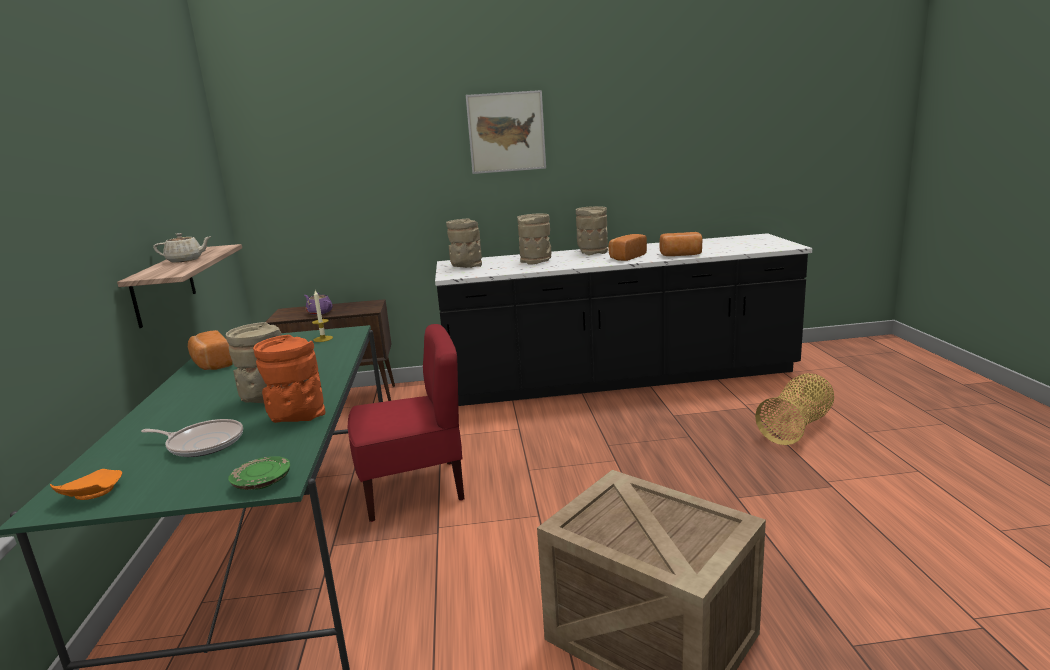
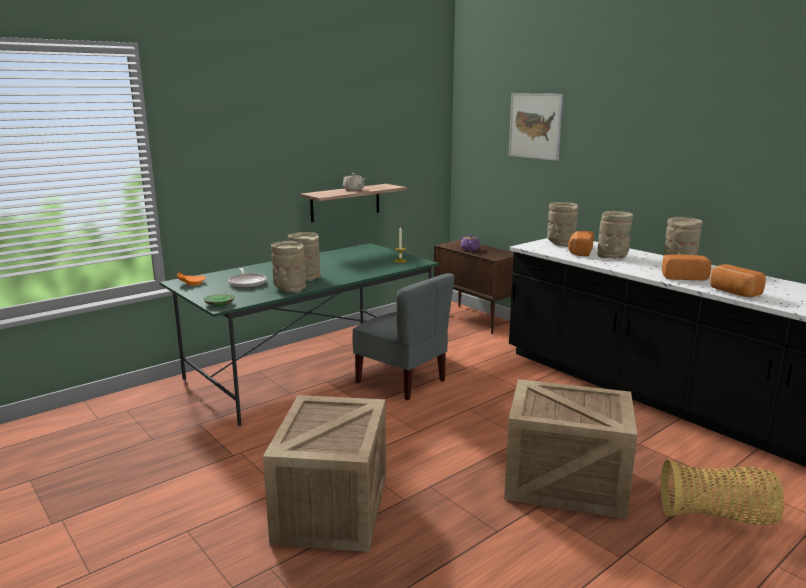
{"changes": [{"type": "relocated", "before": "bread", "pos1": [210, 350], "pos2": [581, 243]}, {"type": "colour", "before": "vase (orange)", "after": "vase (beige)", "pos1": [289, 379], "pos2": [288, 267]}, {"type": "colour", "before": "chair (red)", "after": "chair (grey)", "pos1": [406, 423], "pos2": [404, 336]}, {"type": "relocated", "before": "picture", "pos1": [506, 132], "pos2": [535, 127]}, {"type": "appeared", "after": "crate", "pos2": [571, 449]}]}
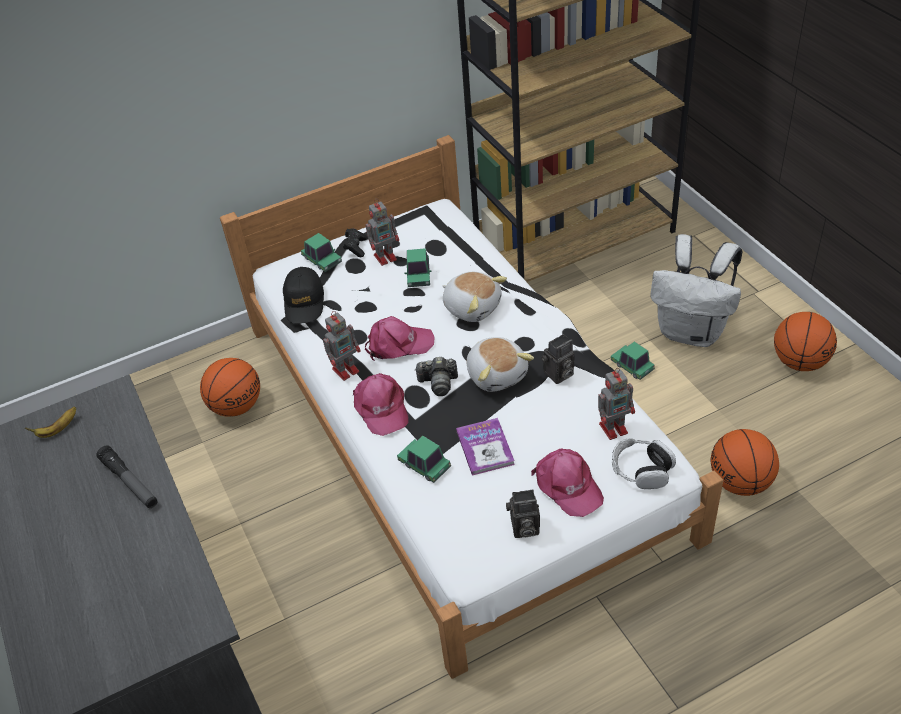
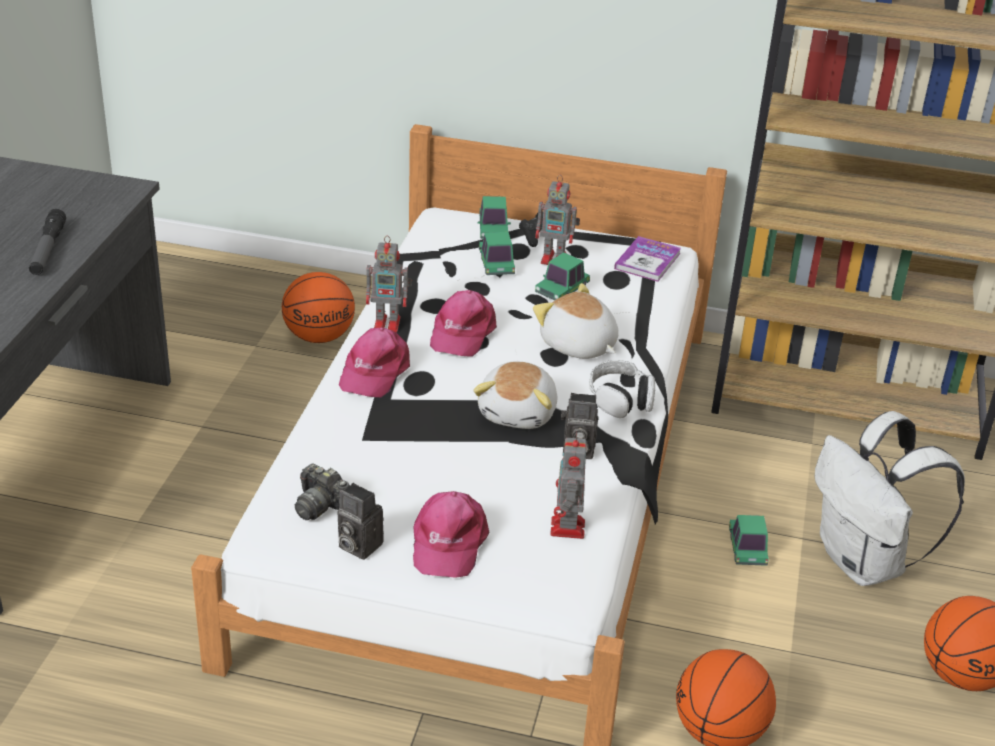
{"changes": [{"type": "missing", "before": "banana", "pos1": [50, 422]}, {"type": "missing", "before": "cap (black)", "pos1": [303, 295]}, {"type": "spun", "before": "cap (pink)", "pos1": [400, 338], "pos2": [463, 323], "turn": 75}, {"type": "relocated", "before": "toy car", "pos1": [424, 459], "pos2": [497, 253]}, {"type": "relocated", "before": "photo camera", "pos1": [436, 376], "pos2": [322, 492]}, {"type": "spun", "before": "plush toy", "pos1": [475, 297], "pos2": [576, 321], "turn": 150}, {"type": "relocated", "before": "book", "pos1": [485, 447], "pos2": [647, 259]}, {"type": "spun", "before": "toy robot", "pos1": [616, 404], "pos2": [568, 485], "turn": 75}, {"type": "relocated", "before": "headphones", "pos1": [644, 463], "pos2": [622, 389]}]}
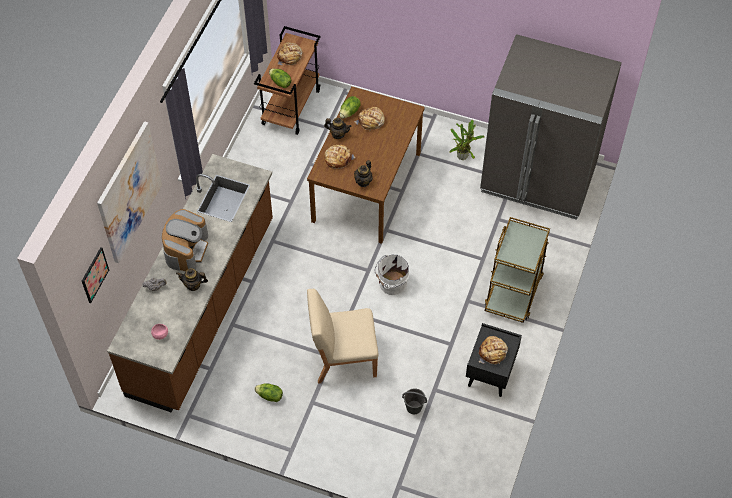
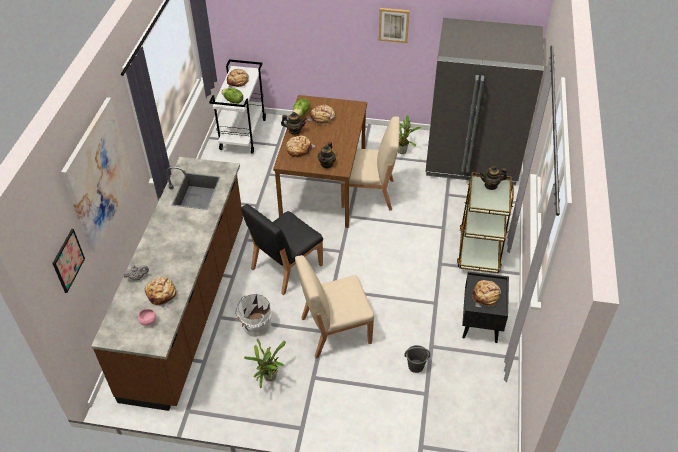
{"changes": [{"type": "missing", "before": "coffee machine", "pos1": [185, 240]}, {"type": "relocated", "before": "teapot", "pos1": [192, 279], "pos2": [493, 178]}, {"type": "colour", "before": "cart (brown)", "after": "cart (white)", "pos1": [287, 80], "pos2": [237, 106]}, {"type": "exchanged", "before": "lettuce", "after": "potted plant", "pos1": [268, 392], "pos2": [265, 363]}, {"type": "relocated", "before": "bucket (white)", "pos1": [392, 275], "pos2": [253, 315]}, {"type": "appeared", "after": "bread", "pos2": [161, 292]}, {"type": "appeared", "after": "chair (black)", "pos2": [282, 249]}, {"type": "appeared", "after": "chair (beige)", "pos2": [370, 164]}, {"type": "appeared", "after": "picture", "pos2": [394, 25]}]}
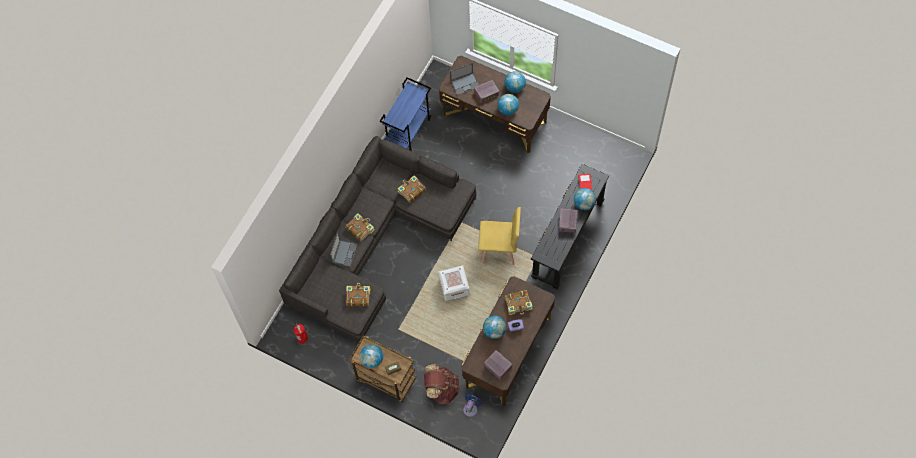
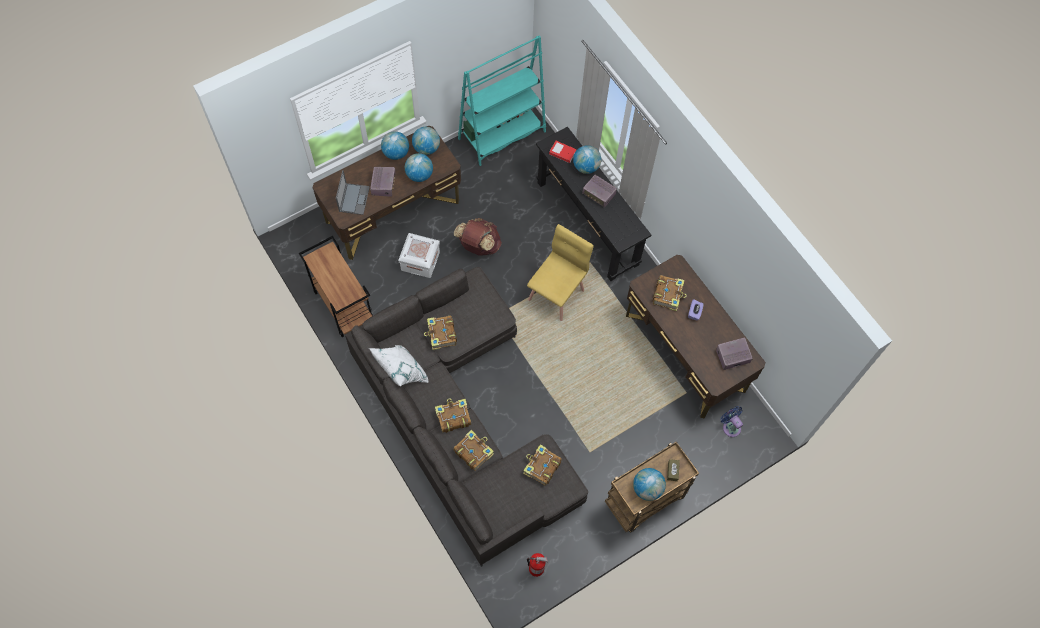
{"changes": [{"type": "exchanged", "before": "laptop", "after": "book", "pos1": [344, 249], "pos2": [473, 450]}, {"type": "colour", "before": "cart (blue)", "after": "cart (brown)", "pos1": [405, 114], "pos2": [336, 286]}, {"type": "relocated", "before": "backpack (brown)", "pos1": [442, 384], "pos2": [478, 237]}, {"type": "relocated", "before": "storage box (white)", "pos1": [454, 283], "pos2": [419, 255]}, {"type": "relocated", "before": "globe", "pos1": [494, 327], "pos2": [426, 141]}, {"type": "appeared", "after": "pillow (white)", "pos2": [399, 366]}, {"type": "appeared", "after": "bookcase (turquoise)", "pos2": [502, 100]}]}
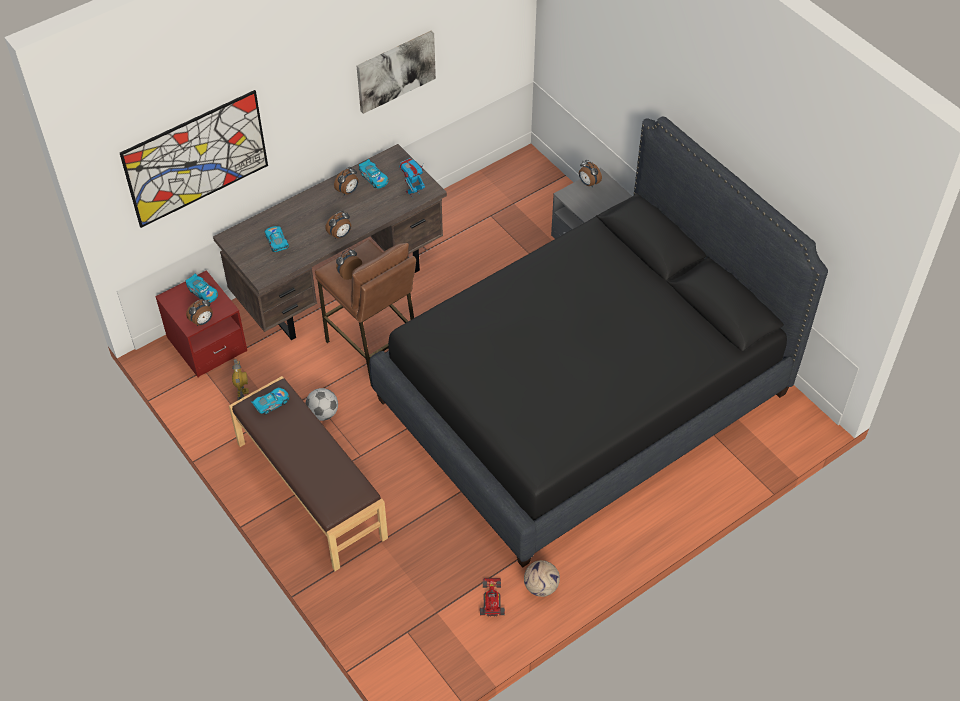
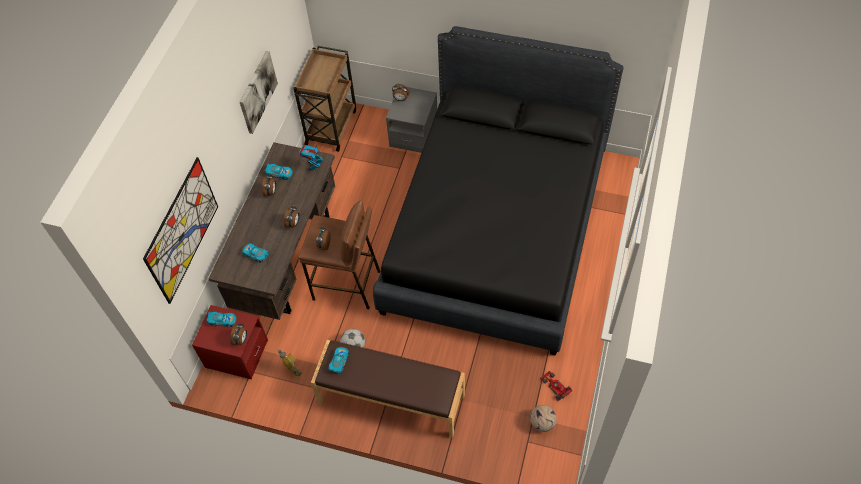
{"changes": [{"type": "relocated", "before": "football", "pos1": [542, 578], "pos2": [543, 418]}, {"type": "appeared", "after": "cart (brown)", "pos2": [324, 99]}]}
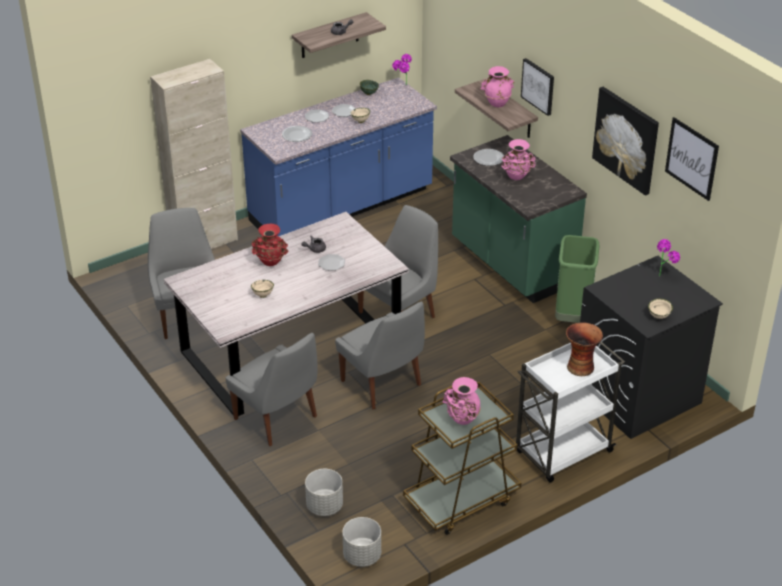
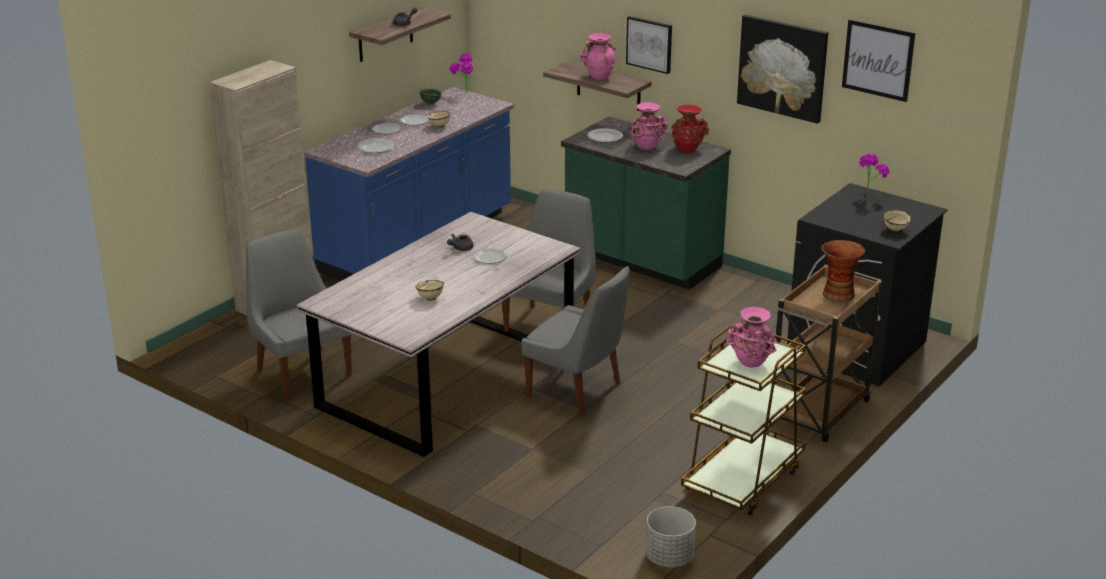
{"changes": [{"type": "missing", "before": "chair (grey)", "pos1": [271, 389]}, {"type": "relocated", "before": "vase (red)", "pos1": [270, 245], "pos2": [690, 129]}, {"type": "missing", "before": "planter (grey)", "pos1": [324, 492]}, {"type": "colour", "before": "cart (white)", "after": "cart (brown)", "pos1": [570, 412], "pos2": [829, 353]}, {"type": "missing", "before": "trash can (green)", "pos1": [577, 279]}]}
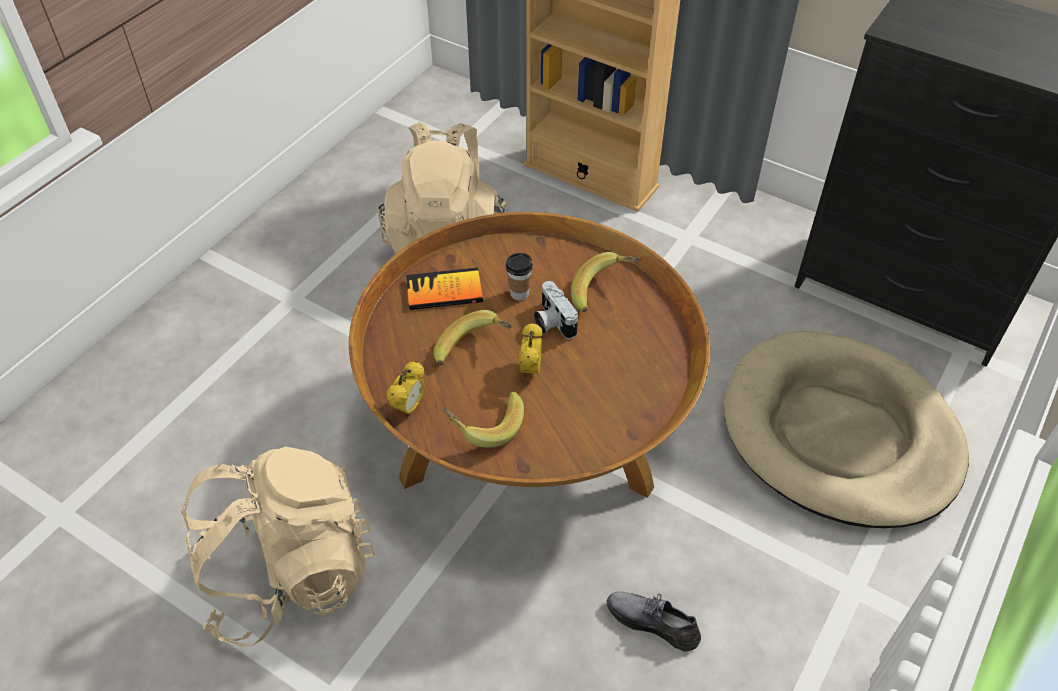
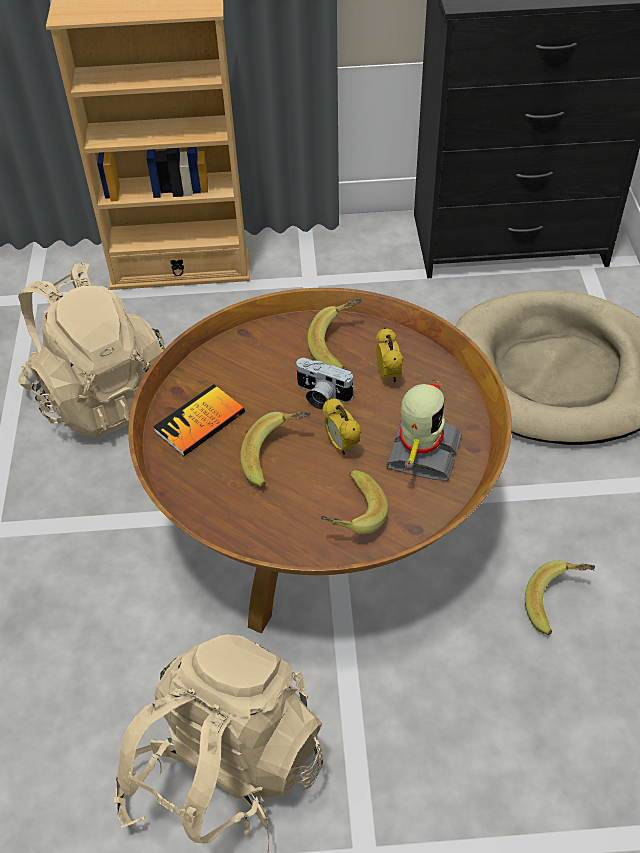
{"changes": [{"type": "relocated", "before": "alarm clock", "pos1": [405, 389], "pos2": [390, 354]}, {"type": "missing", "before": "cup", "pos1": [519, 276]}, {"type": "exchanged", "before": "shoe (grey)", "after": "banana", "pos1": [654, 622], "pos2": [560, 597]}, {"type": "appeared", "after": "toy robot", "pos2": [424, 430]}]}
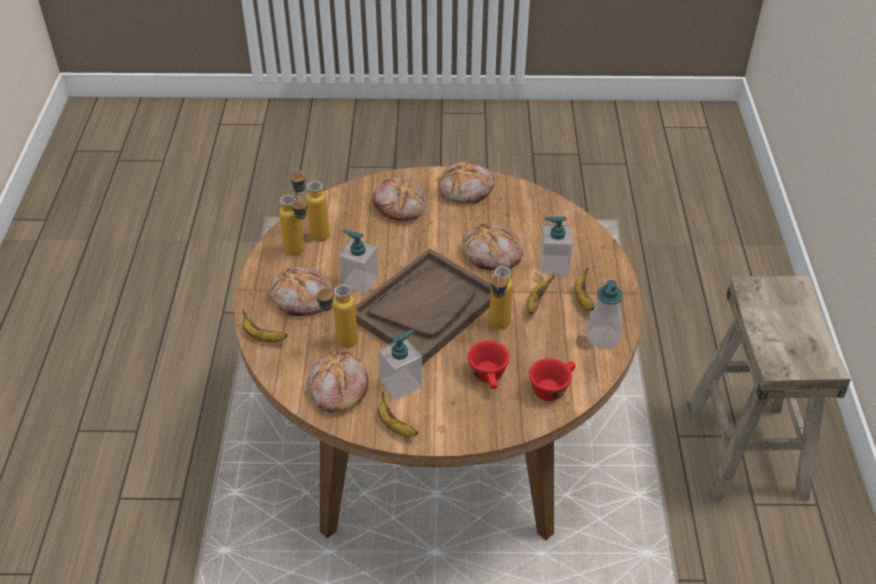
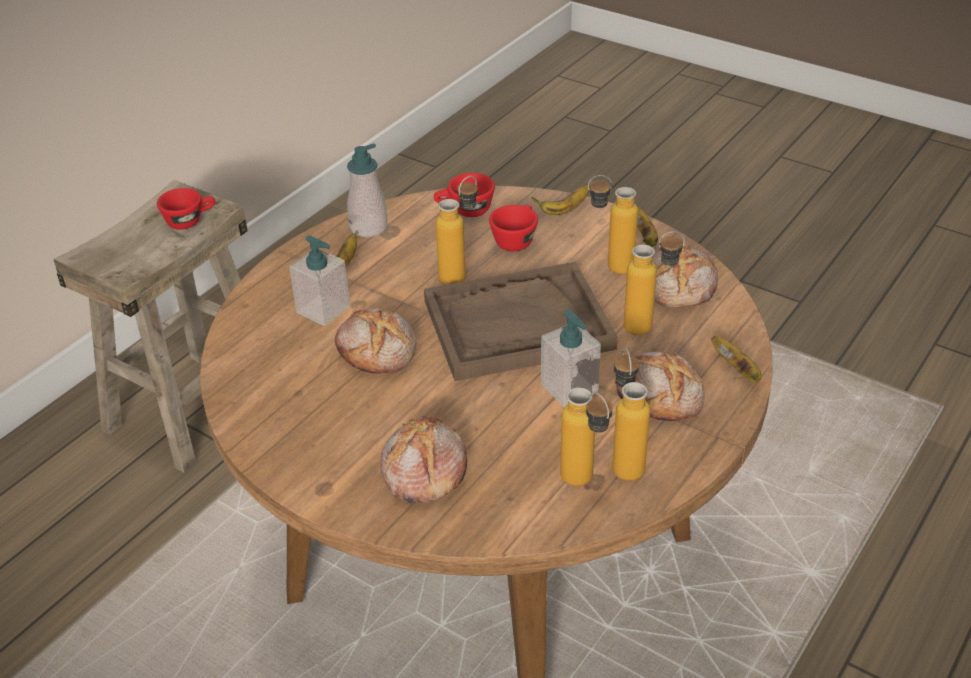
{"changes": [{"type": "exchanged", "before": "soap dispenser", "after": "bottle", "pos1": [400, 365], "pos2": [613, 224]}, {"type": "missing", "before": "bread", "pos1": [467, 183]}, {"type": "relocated", "before": "banana", "pos1": [541, 294], "pos2": [560, 199]}, {"type": "appeared", "after": "cup (red)", "pos2": [186, 209]}]}
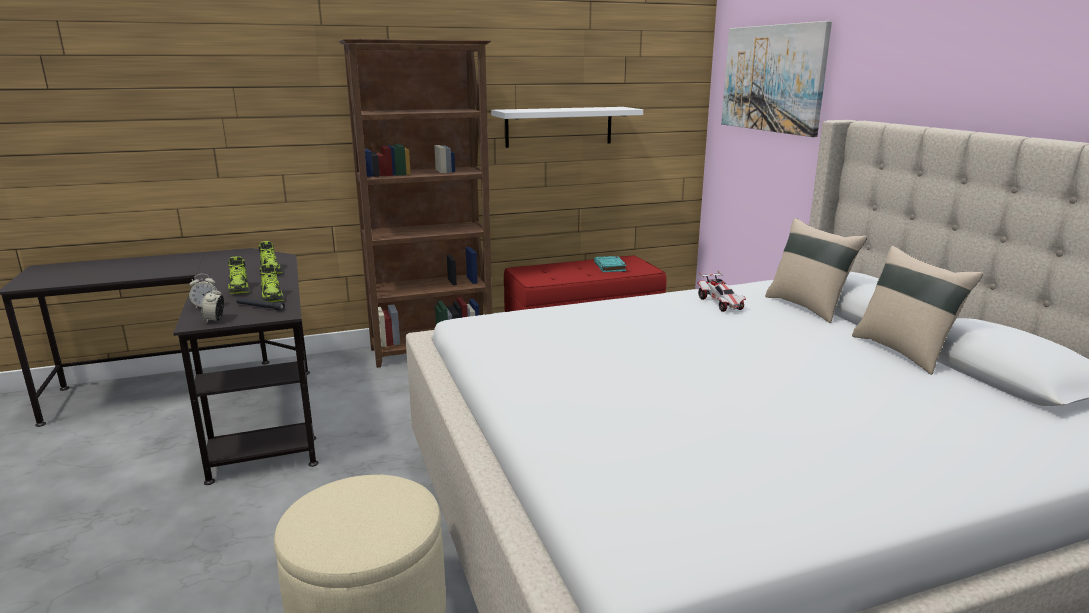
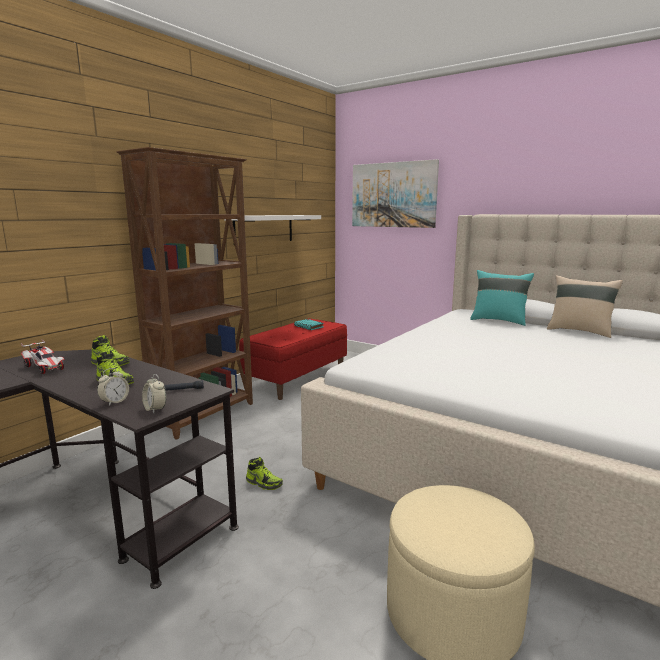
{"changes": [{"type": "relocated", "before": "shoe", "pos1": [272, 283], "pos2": [264, 473]}, {"type": "relocated", "before": "toy car", "pos1": [722, 291], "pos2": [43, 356]}, {"type": "colour", "before": "pillow (beige)", "after": "pillow (turquoise)", "pos1": [816, 270], "pos2": [502, 298]}]}
